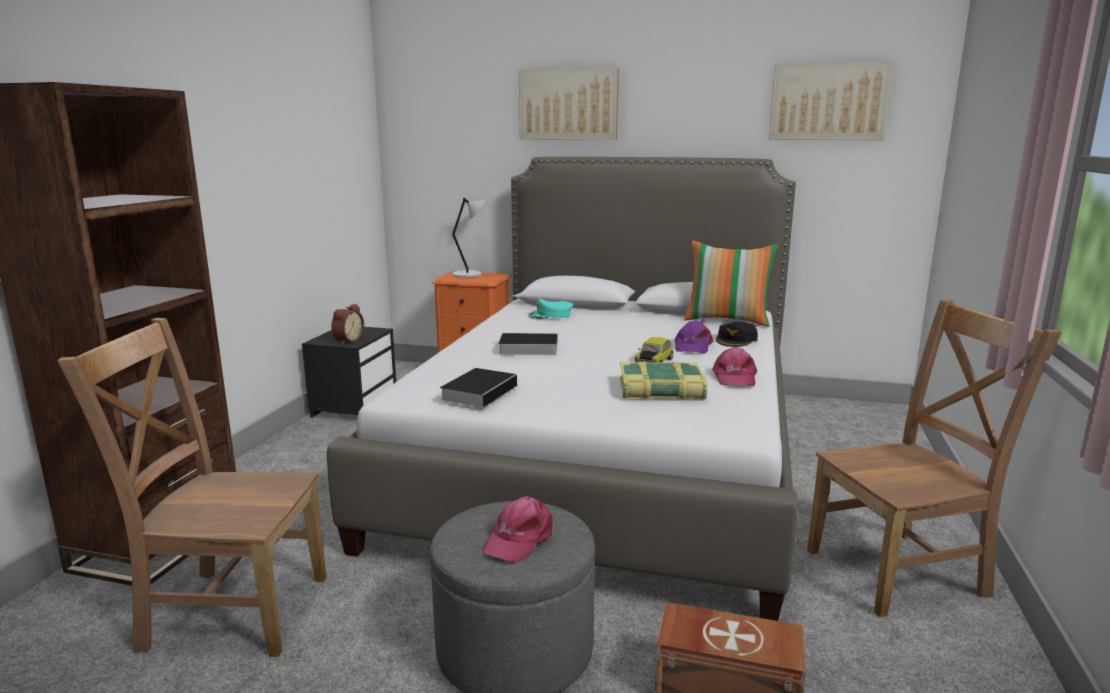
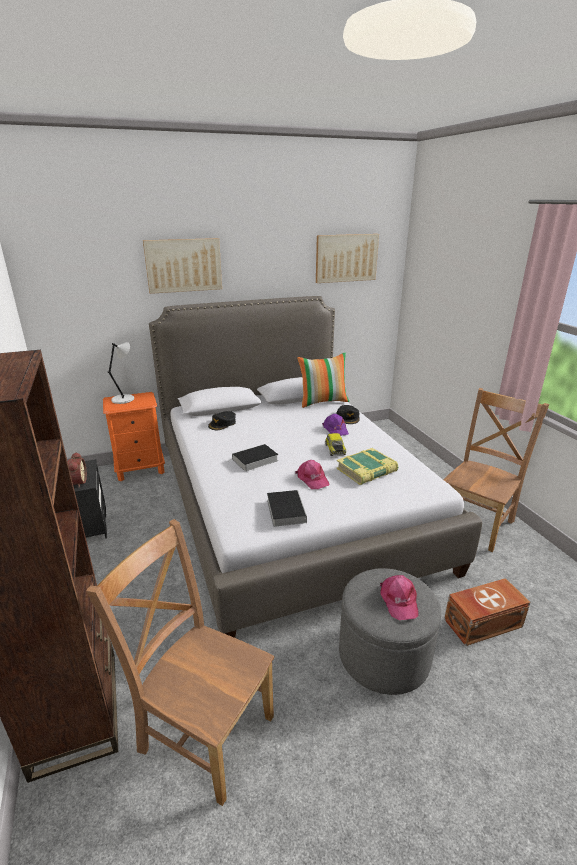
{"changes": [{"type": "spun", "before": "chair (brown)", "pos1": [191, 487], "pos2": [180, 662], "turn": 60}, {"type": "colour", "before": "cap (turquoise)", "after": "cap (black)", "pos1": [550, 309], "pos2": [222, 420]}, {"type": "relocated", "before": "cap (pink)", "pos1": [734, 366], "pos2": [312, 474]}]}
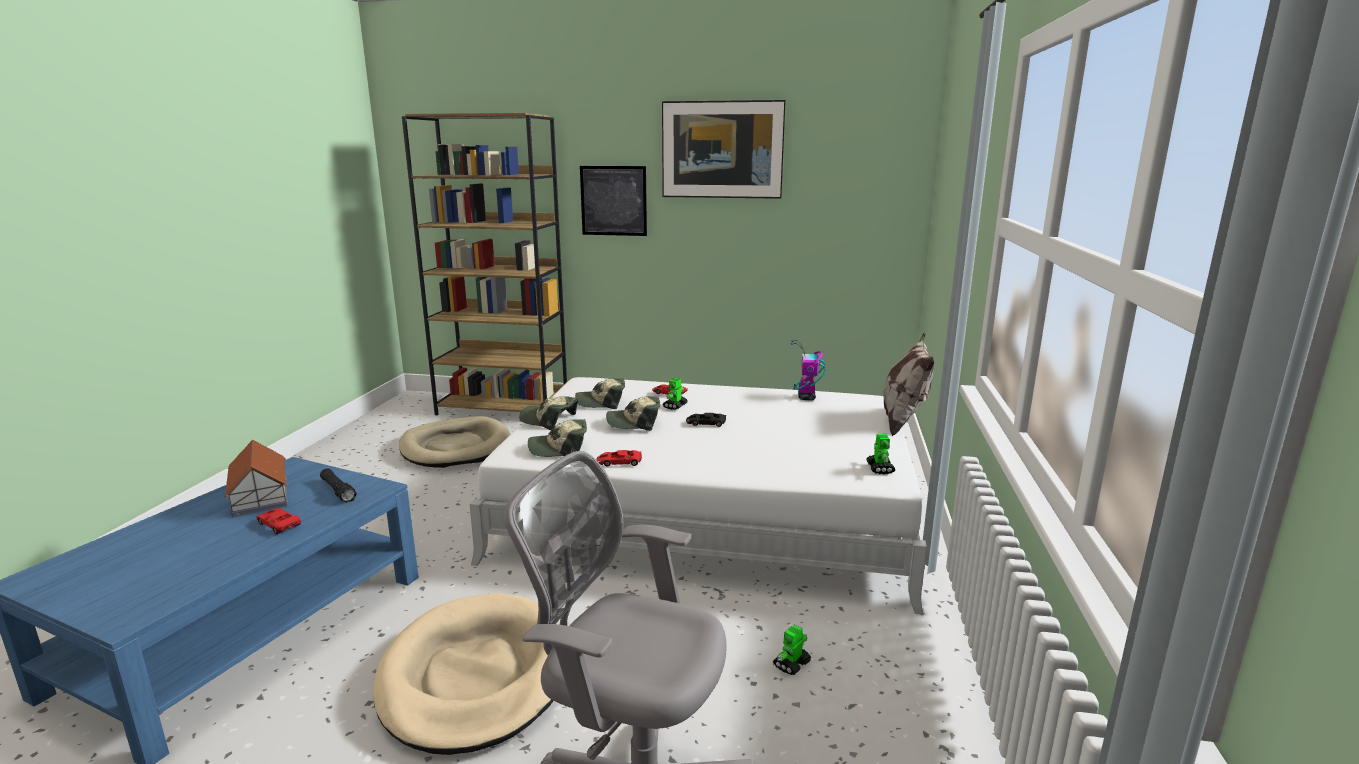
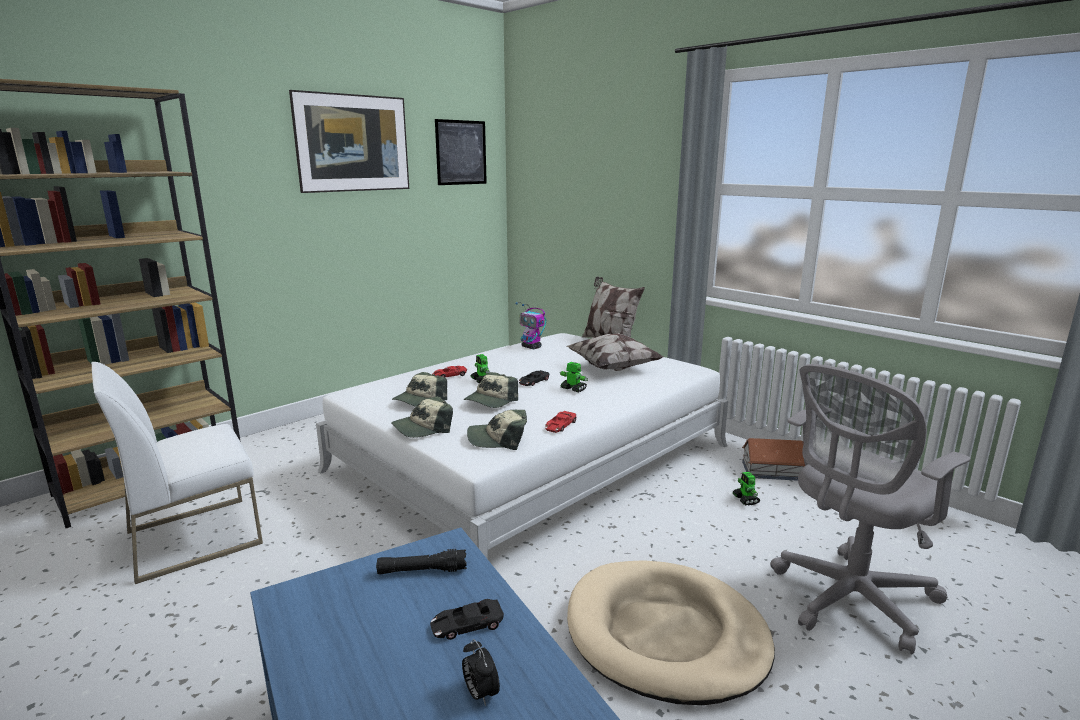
{"changes": [{"type": "relocated", "before": "toy house", "pos1": [256, 478], "pos2": [773, 459]}, {"type": "colour", "before": "toy car (red)", "after": "toy car (black)", "pos1": [278, 521], "pos2": [467, 619]}, {"type": "exchanged", "before": "dog bed (beige)", "after": "chair (white)", "pos1": [455, 442], "pos2": [177, 473]}, {"type": "spun", "before": "cap", "pos1": [557, 438], "pos2": [497, 429], "turn": 60}, {"type": "relocated", "before": "picture", "pos1": [613, 201], "pos2": [461, 152]}, {"type": "relocated", "before": "toy robot", "pos1": [880, 454], "pos2": [574, 377]}, {"type": "appeared", "after": "alarm clock", "pos2": [481, 672]}, {"type": "appeared", "after": "pillow", "pos2": [614, 352]}]}
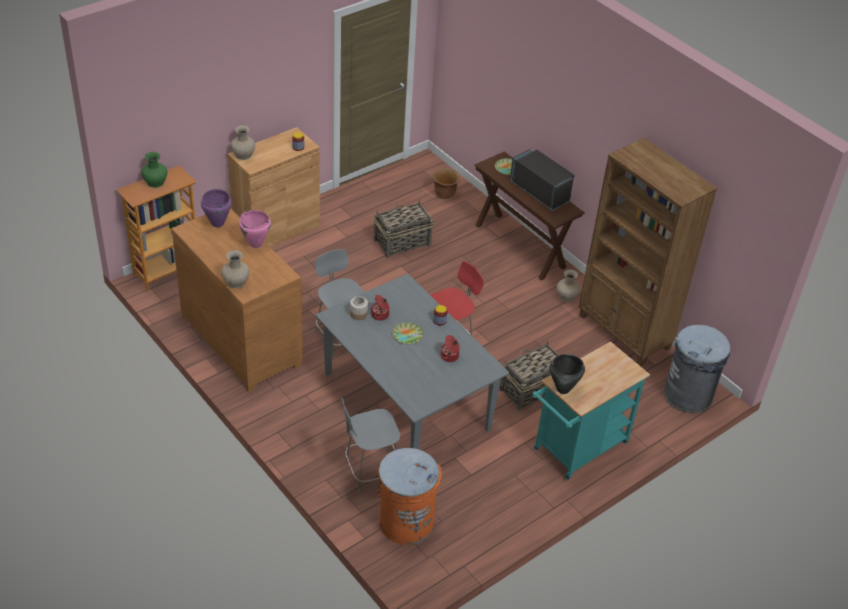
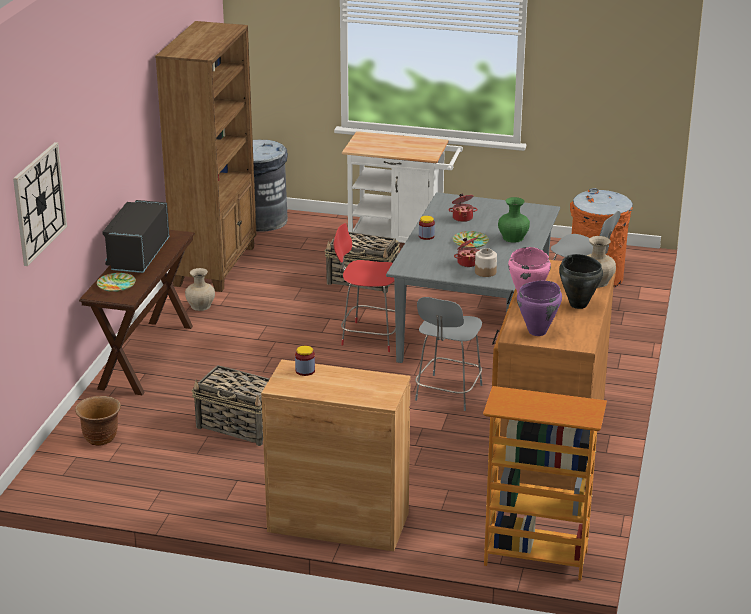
{"changes": [{"type": "relocated", "before": "vase (green)", "pos1": [154, 170], "pos2": [514, 220]}, {"type": "missing", "before": "vase (beige)", "pos1": [243, 142]}, {"type": "colour", "before": "cart (turquoise)", "after": "cart (white)", "pos1": [591, 410], "pos2": [402, 187]}, {"type": "relocated", "before": "cooking pot (black)", "pos1": [567, 374], "pos2": [581, 281]}, {"type": "appeared", "after": "wall clock", "pos2": [40, 204]}]}
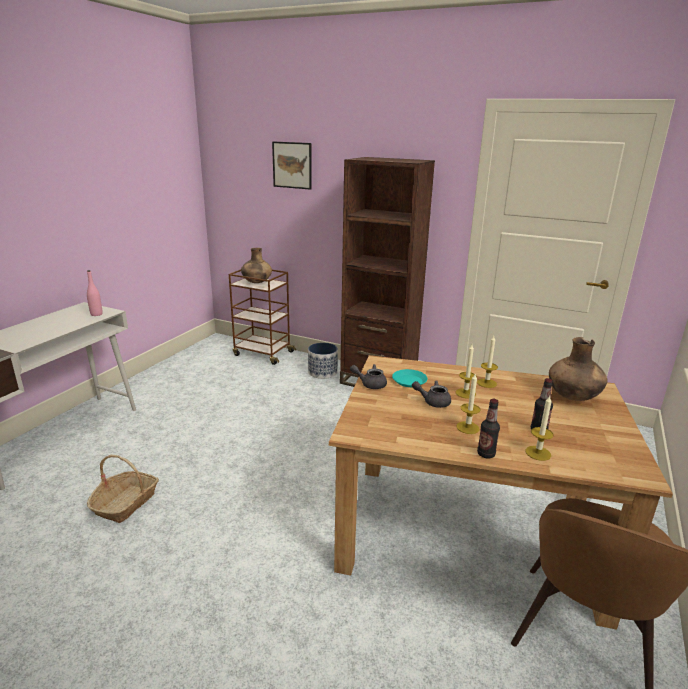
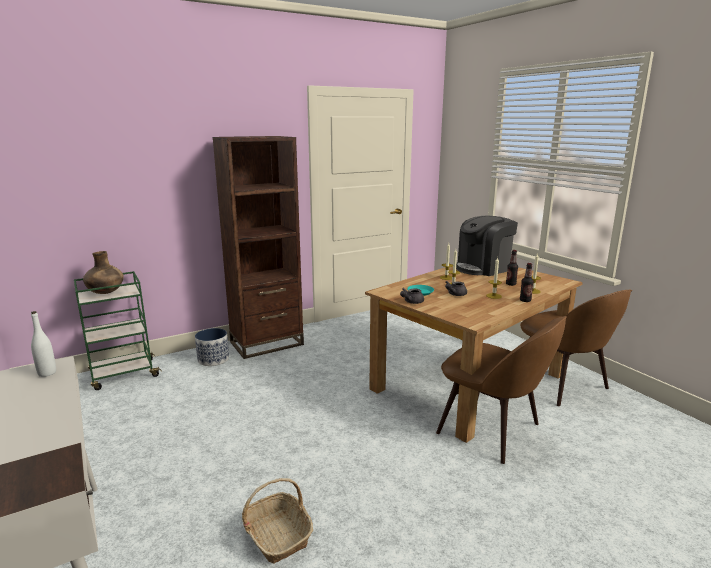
{"changes": [{"type": "colour", "before": "bottle (pink)", "after": "bottle (white)", "pos1": [95, 293], "pos2": [43, 344]}, {"type": "colour", "before": "cart (brown)", "after": "cart (green)", "pos1": [262, 317], "pos2": [118, 330]}, {"type": "missing", "before": "picture", "pos1": [292, 165]}, {"type": "exchanged", "before": "vase (brown)", "after": "coffee machine", "pos1": [578, 369], "pos2": [487, 246]}, {"type": "appeared", "after": "chair (brown)", "pos2": [501, 390]}]}
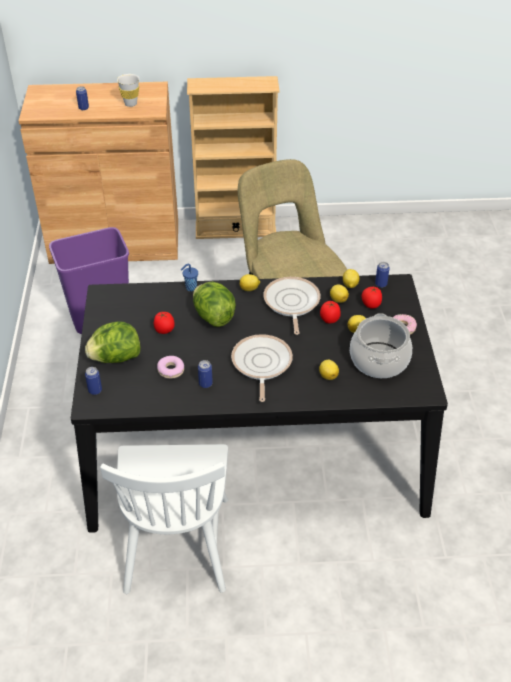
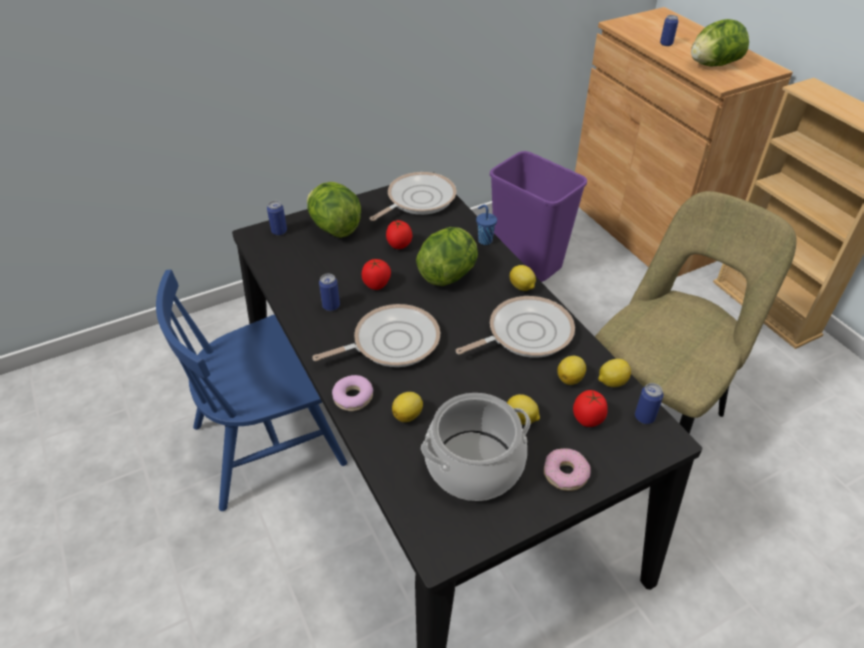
{"changes": [{"type": "colour", "before": "chair (white)", "after": "chair (blue)", "pos1": [164, 519], "pos2": [251, 390]}, {"type": "exchanged", "before": "cup (white)", "after": "lettuce", "pos1": [128, 90], "pos2": [720, 42]}, {"type": "relocated", "before": "donut", "pos1": [170, 367], "pos2": [352, 393]}, {"type": "relocated", "before": "tomato", "pos1": [330, 312], "pos2": [376, 274]}, {"type": "appeared", "after": "frying pan", "pos2": [413, 196]}]}
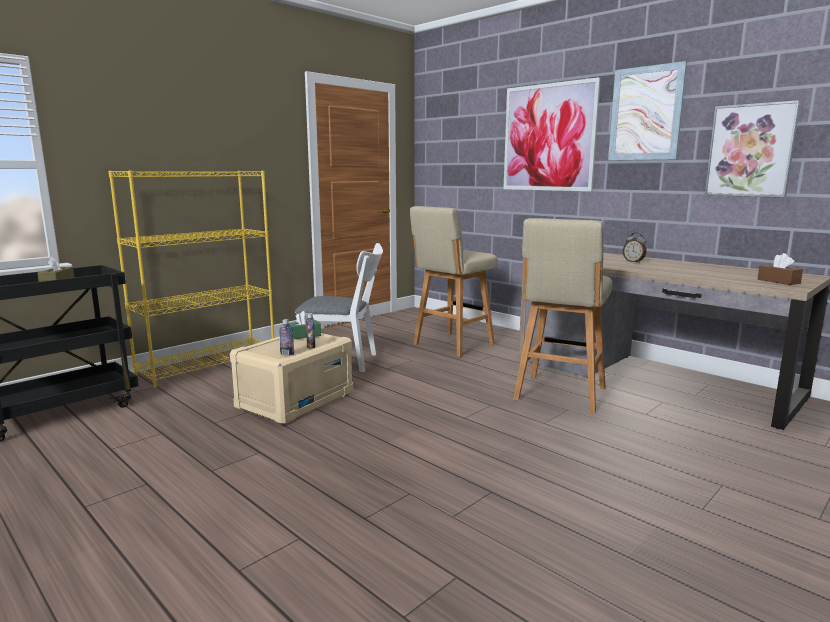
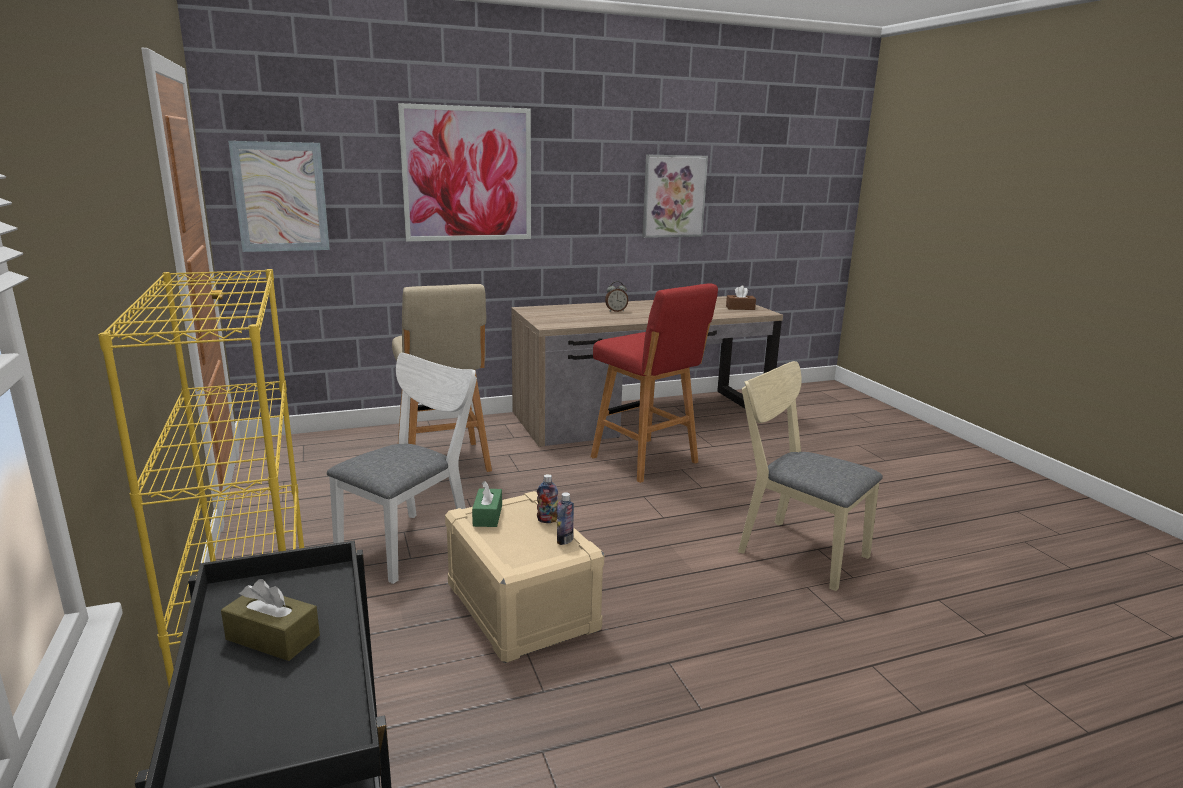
{"changes": [{"type": "colour", "before": "stool (beige)", "after": "stool (red)", "pos1": [562, 316], "pos2": [654, 383]}, {"type": "relocated", "before": "picture", "pos1": [647, 110], "pos2": [279, 196]}, {"type": "appeared", "after": "chair (beige)", "pos2": [810, 476]}]}
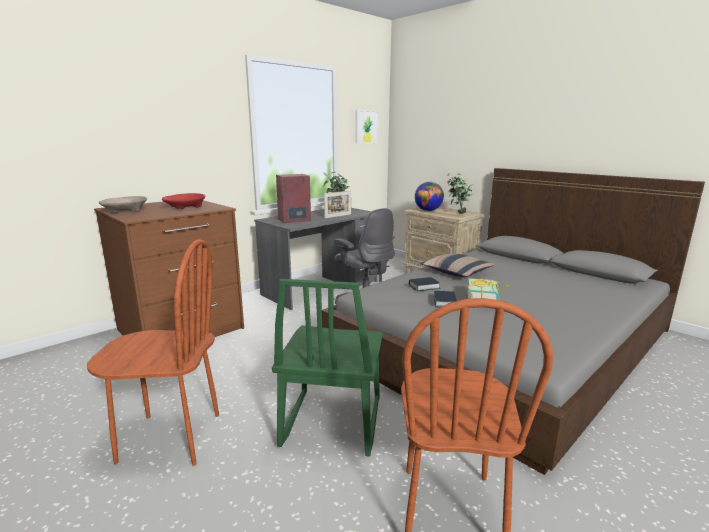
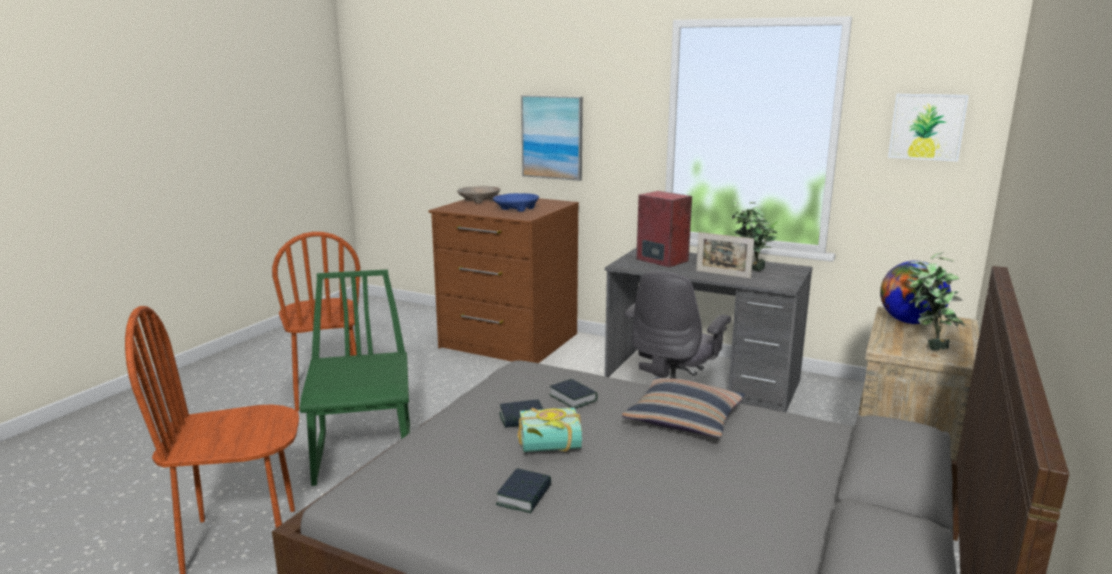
{"changes": [{"type": "colour", "before": "bowl (red)", "after": "bowl (blue)", "pos1": [183, 201], "pos2": [516, 202]}, {"type": "spun", "before": "chair (green)", "pos1": [327, 368], "pos2": [355, 378], "turn": 90}, {"type": "appeared", "after": "book", "pos2": [523, 490]}, {"type": "appeared", "after": "picture", "pos2": [552, 138]}]}
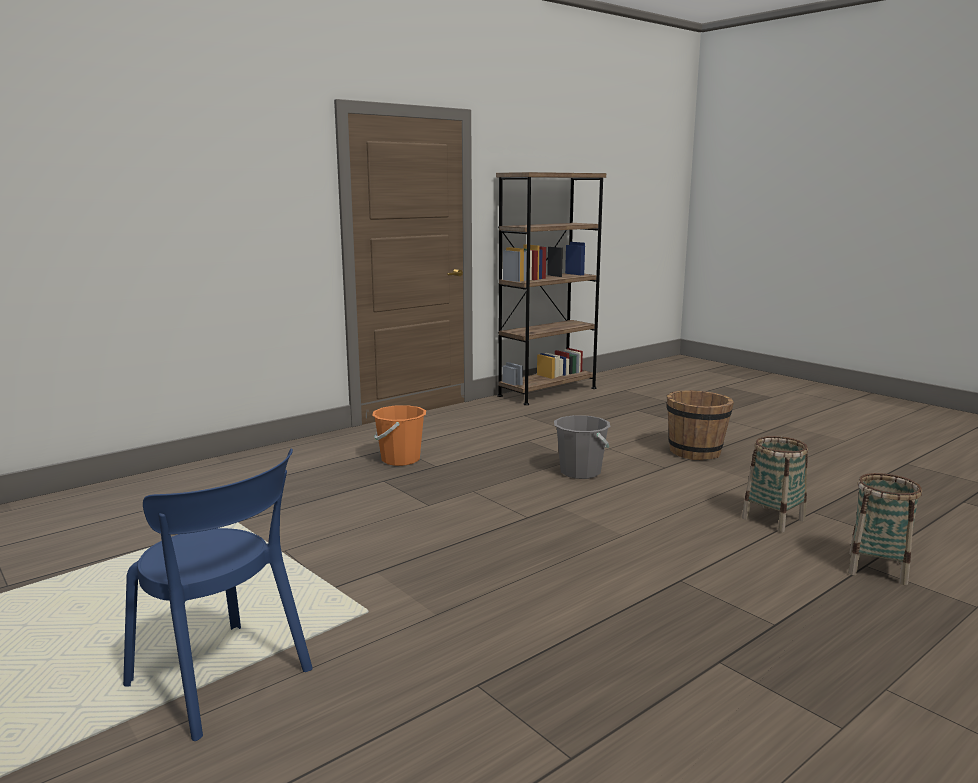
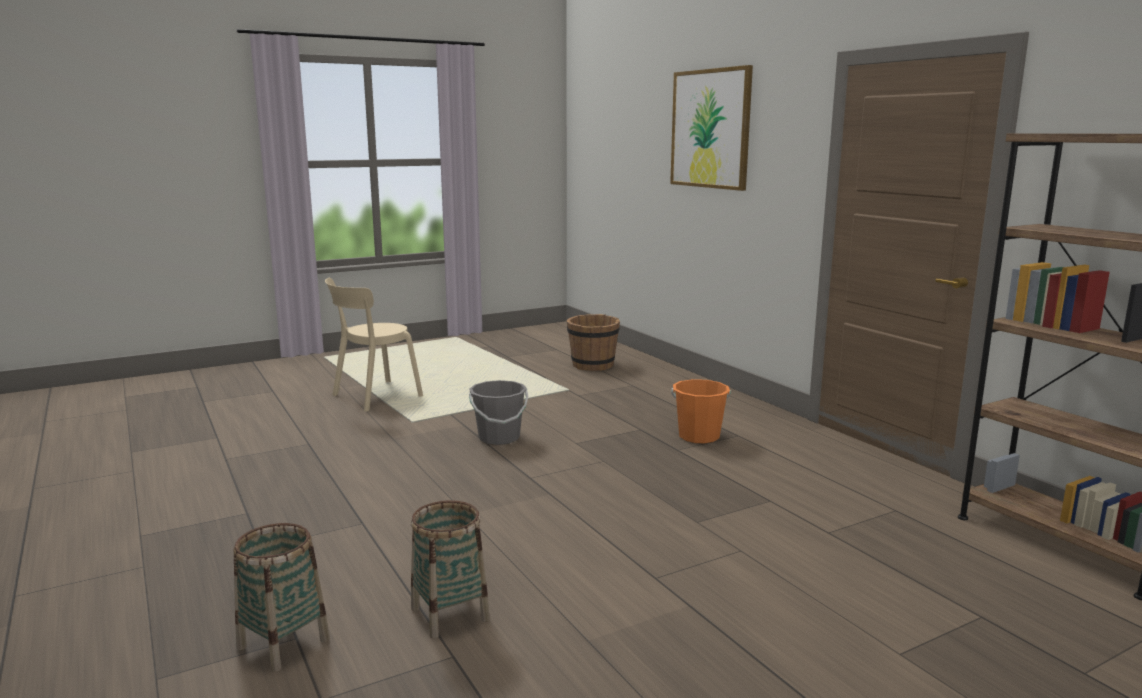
{"changes": [{"type": "colour", "before": "chair (blue)", "after": "chair (beige)", "pos1": [218, 594], "pos2": [374, 345]}, {"type": "relocated", "before": "bucket (grey)", "pos1": [582, 447], "pos2": [498, 412]}, {"type": "relocated", "before": "bucket (brown)", "pos1": [700, 425], "pos2": [593, 342]}, {"type": "appeared", "after": "picture", "pos2": [711, 128]}]}
